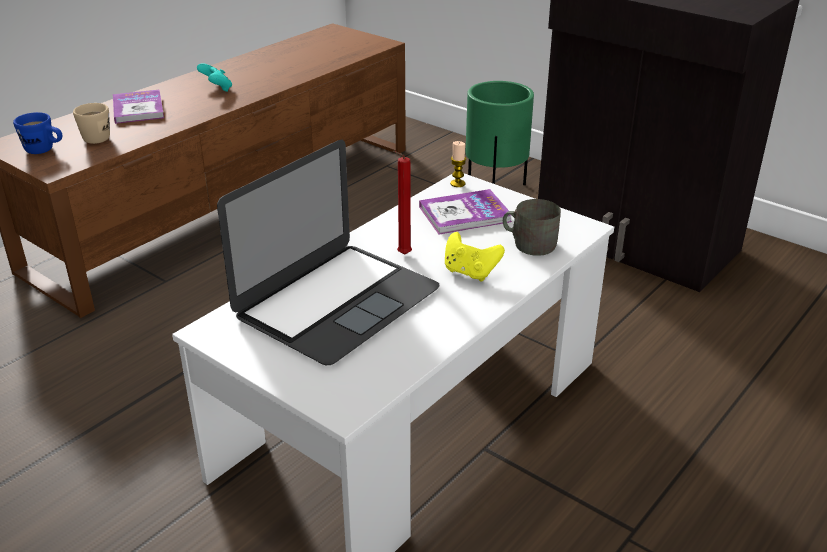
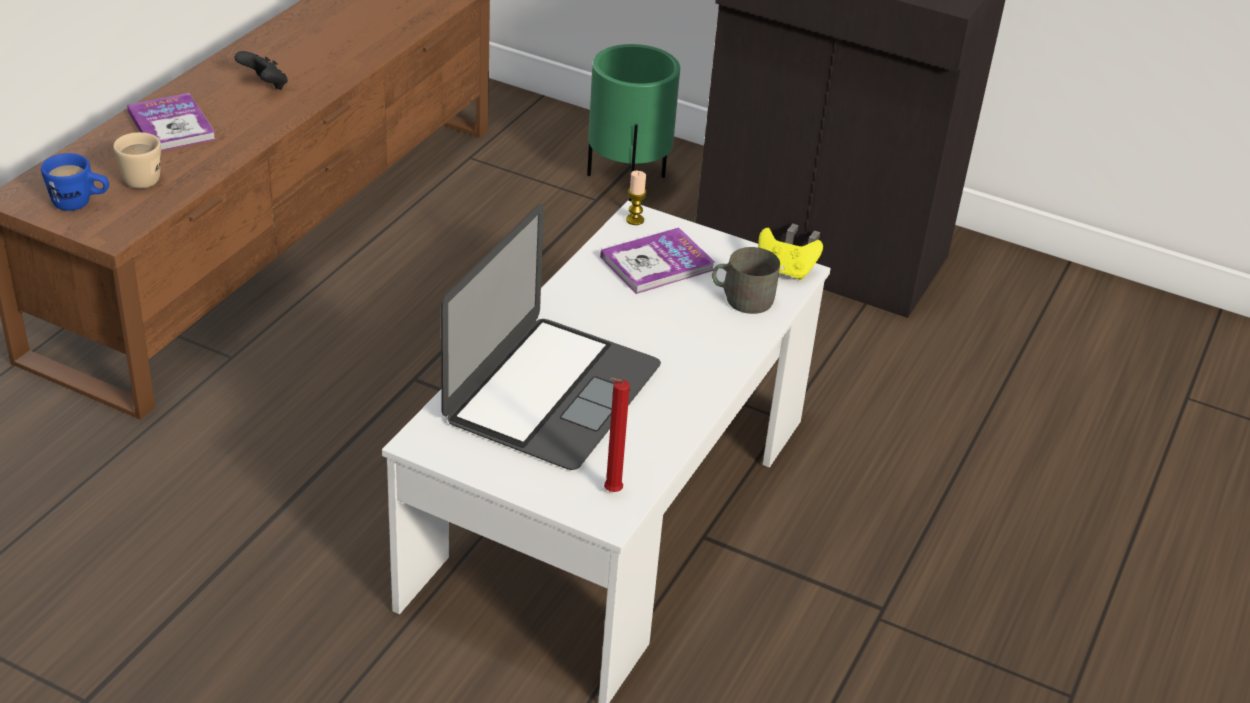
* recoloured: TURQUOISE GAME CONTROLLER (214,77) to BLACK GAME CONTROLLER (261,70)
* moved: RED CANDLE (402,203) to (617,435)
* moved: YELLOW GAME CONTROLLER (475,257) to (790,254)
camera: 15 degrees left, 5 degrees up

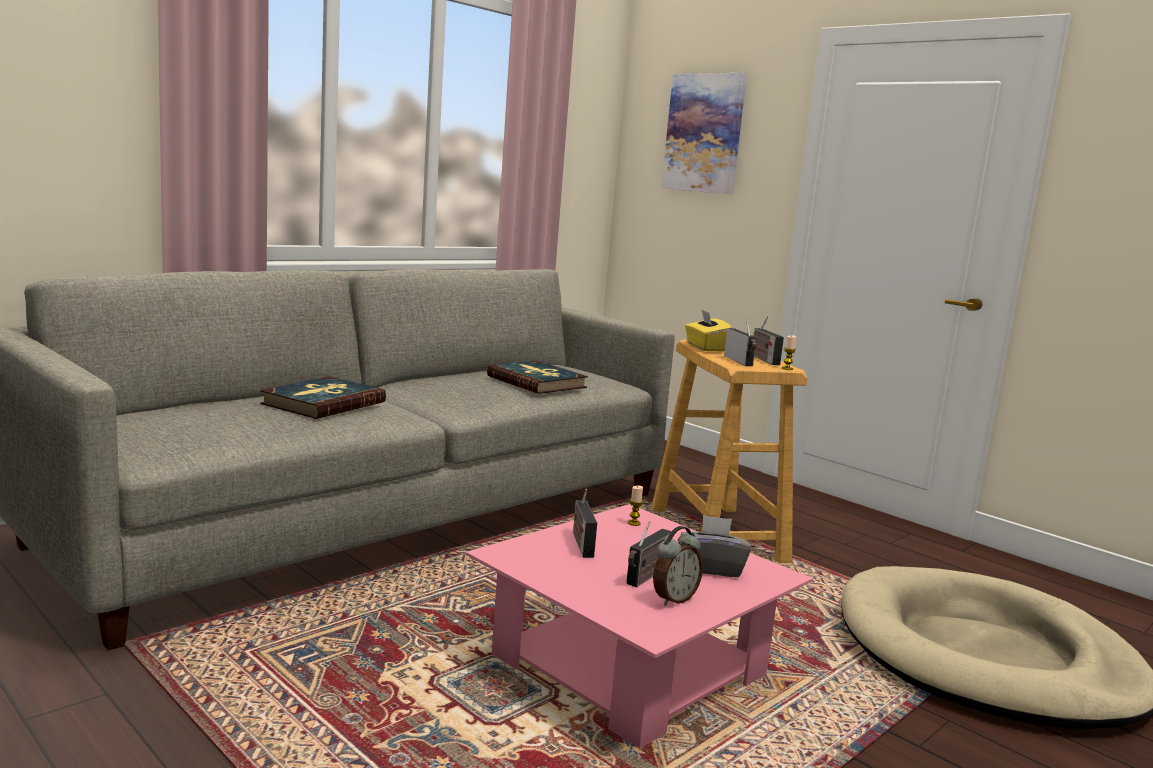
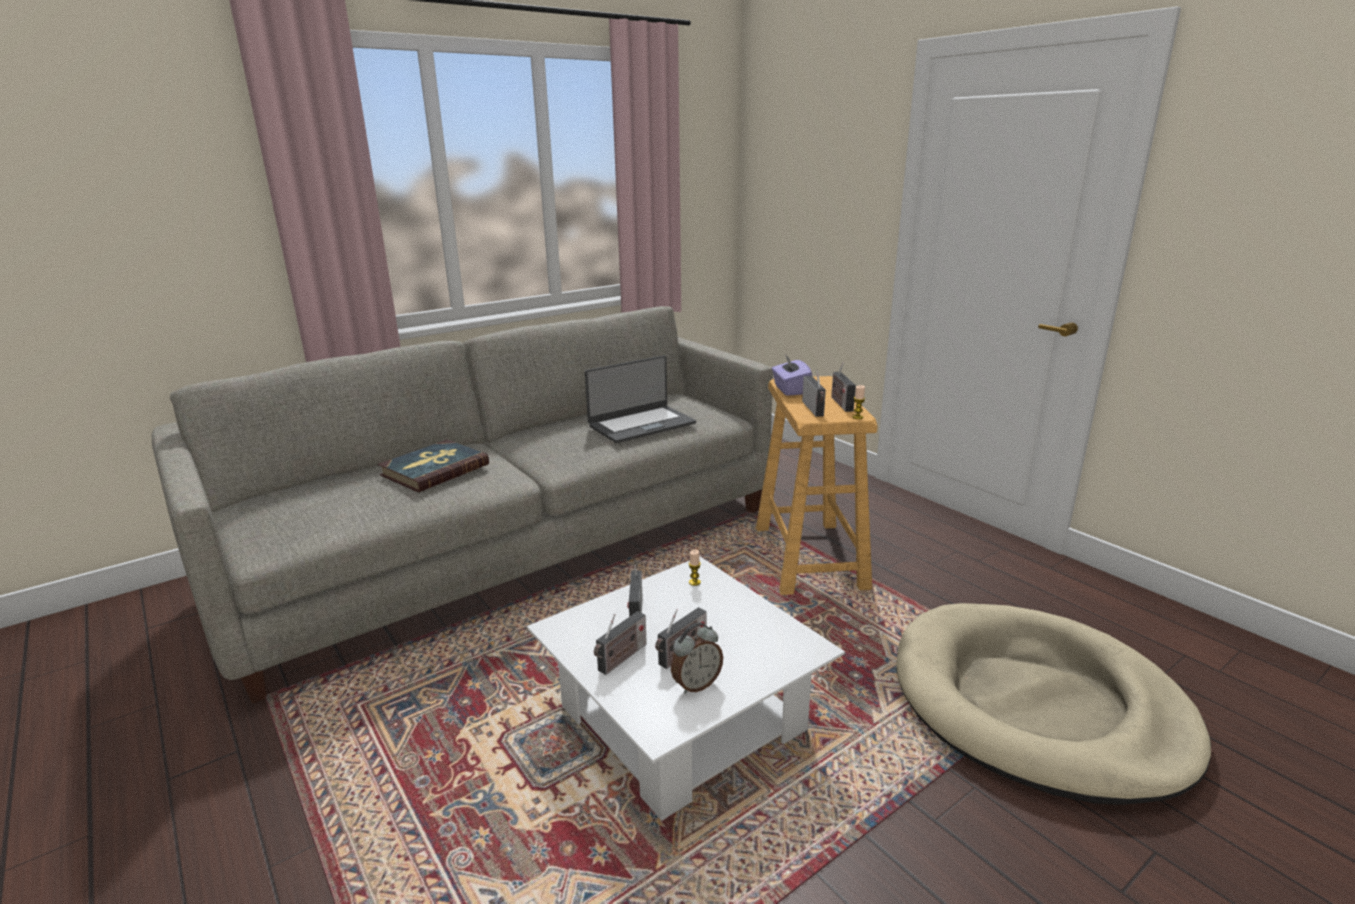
* recoloured: PINK COFFEE TABLE (639,626) to WHITE COFFEE TABLE (686,689)
* replaced: BOOK (537,377) to LAPTOP (640,399)
* removed: PICTURE (704,134)
* removed: GREY TISSUE BOX (716,546)
* recoloured: YELLOW TISSUE BOX (708,330) to PURPLE TISSUE BOX (792,375)
* added: RADIO (620,643)
camera: 10 degrees right, 10 degrees up

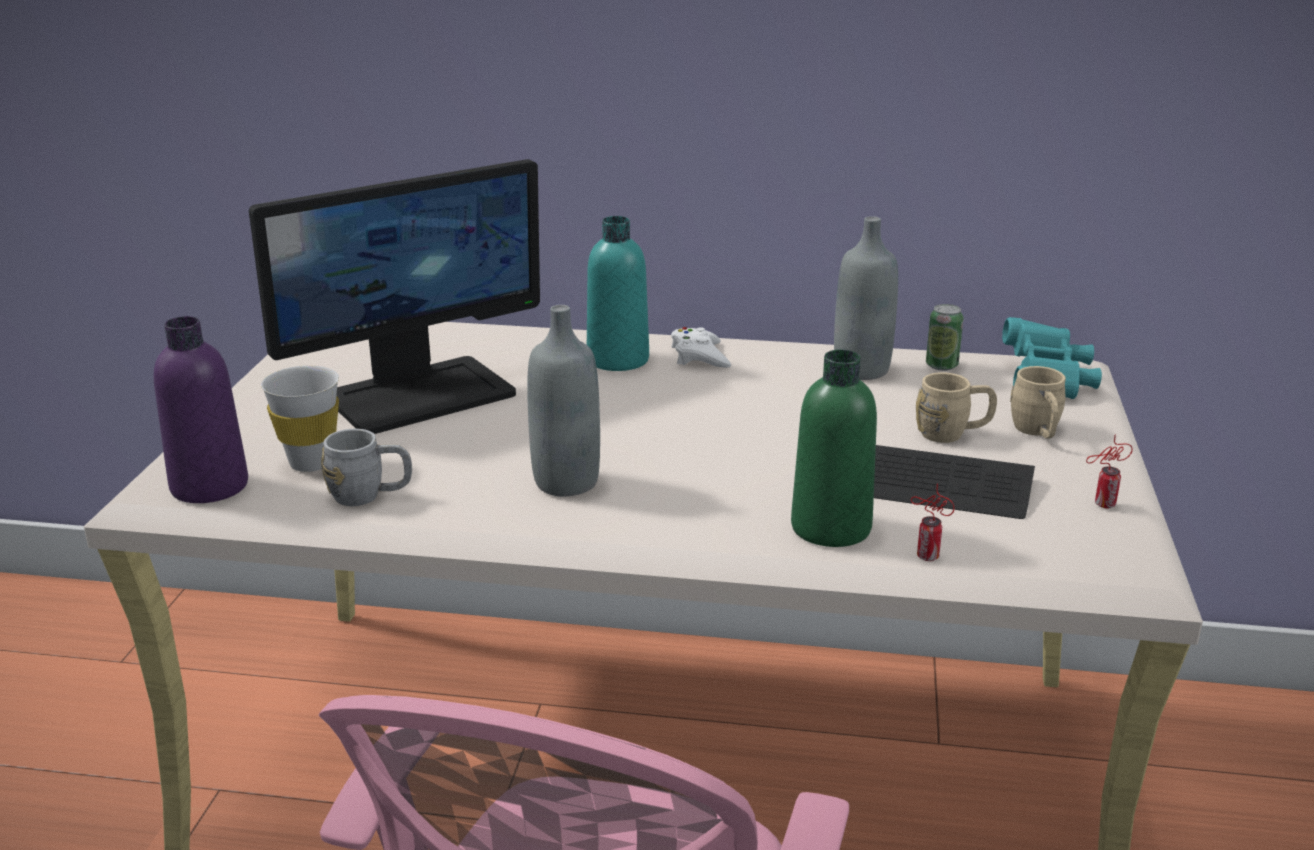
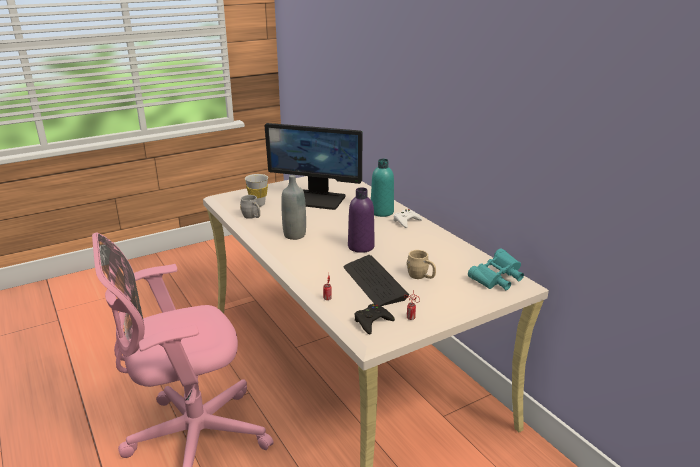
* moved: PURPLE BOTTLE (201,409) to (361,220)
* removed: GREEN BOTTLE (834,448)
* removed: GREY BOTTLE (866,298)
* removed: CAN (945,337)
* removed: BEIGE MUG (1038,402)
* added: BLACK GAME CONTROLLER (374,319)
camera: 50 degrees right, 0 degrees up

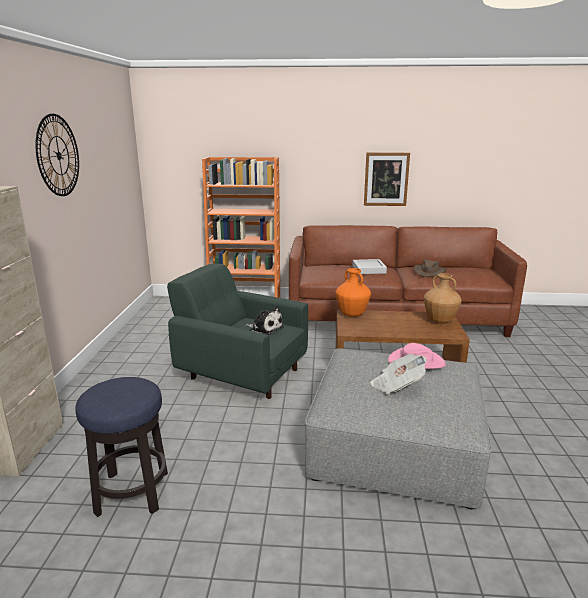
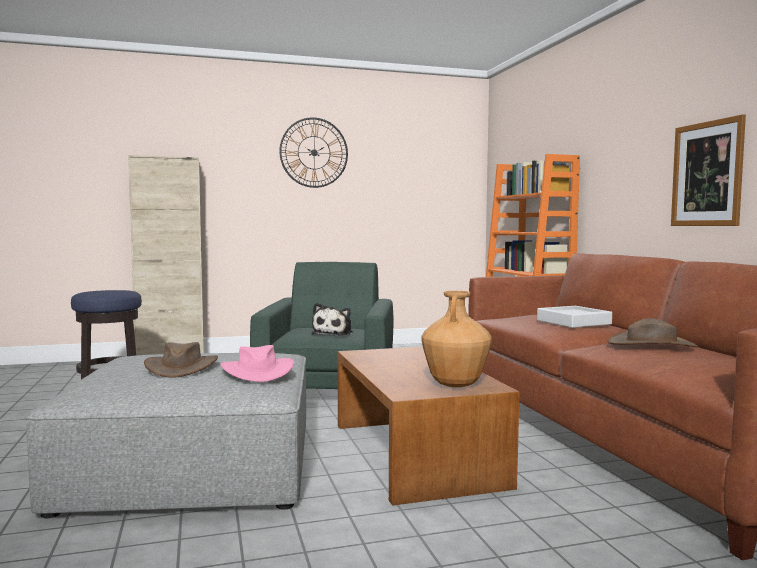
* removed: ORANGE VASE (353,292)
* replaced: NEWSPAPER (398,374) to BROWN HAT (181,360)
camera: 70 degrees right, 15 degrees down

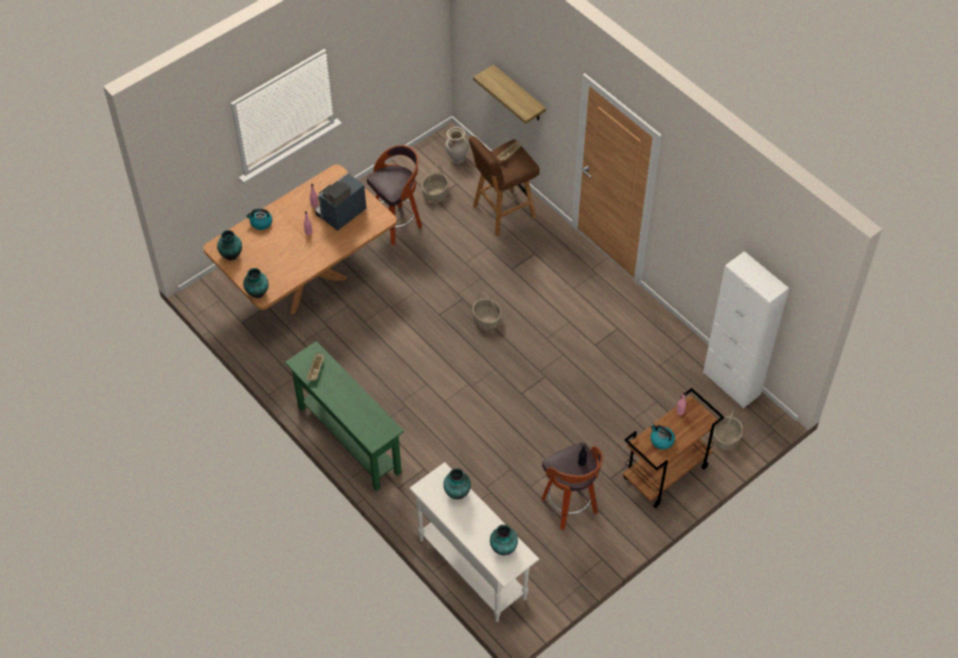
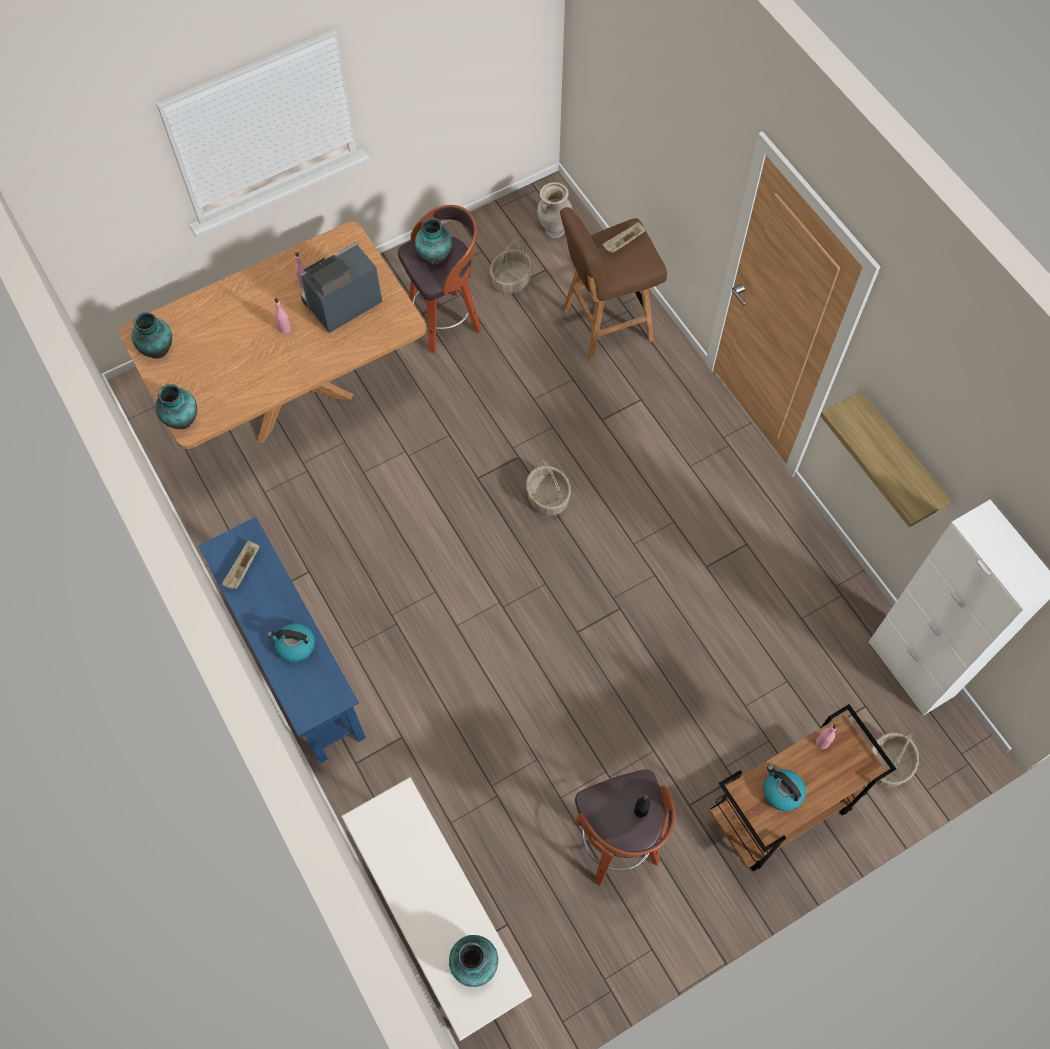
* moved: KETTLE (259,219) to (291,642)
* recoloured: GREEN CONSOLE TABLE (344,416) to BLUE CONSOLE TABLE (282,640)
* moved: VASE (457,483) to (433,241)
* moved: SHELF (509,94) to (885,459)
camera: 10 degrees right, 10 degrees up

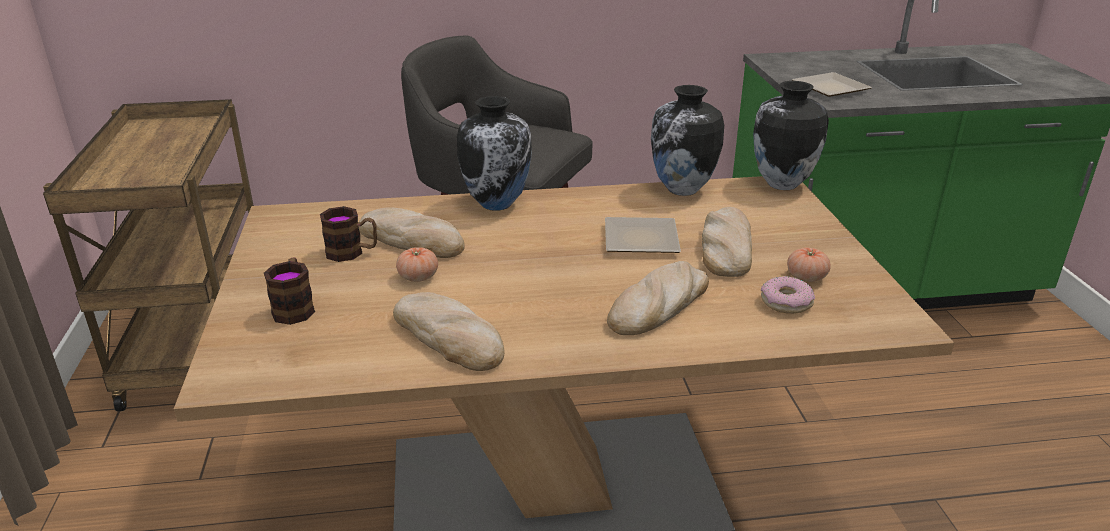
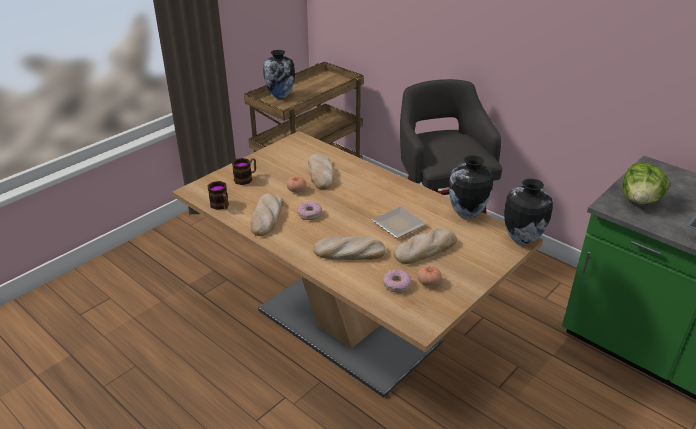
* moved: MUG (348,234) to (218,195)
* moved: VASE (494,153) to (279,74)
* replaced: PLATE (832,84) to LETTUCE (645,183)
* added: DONUT (309,211)
camera: 50 degrees right, 5 degrees up

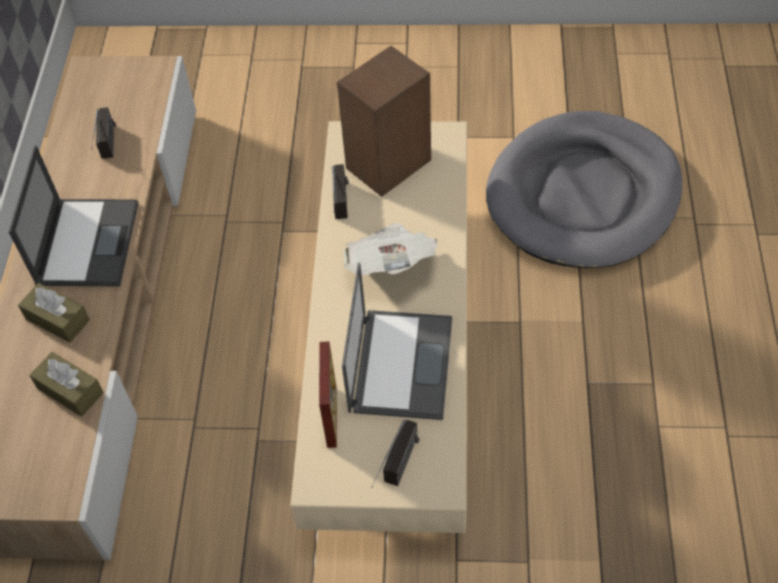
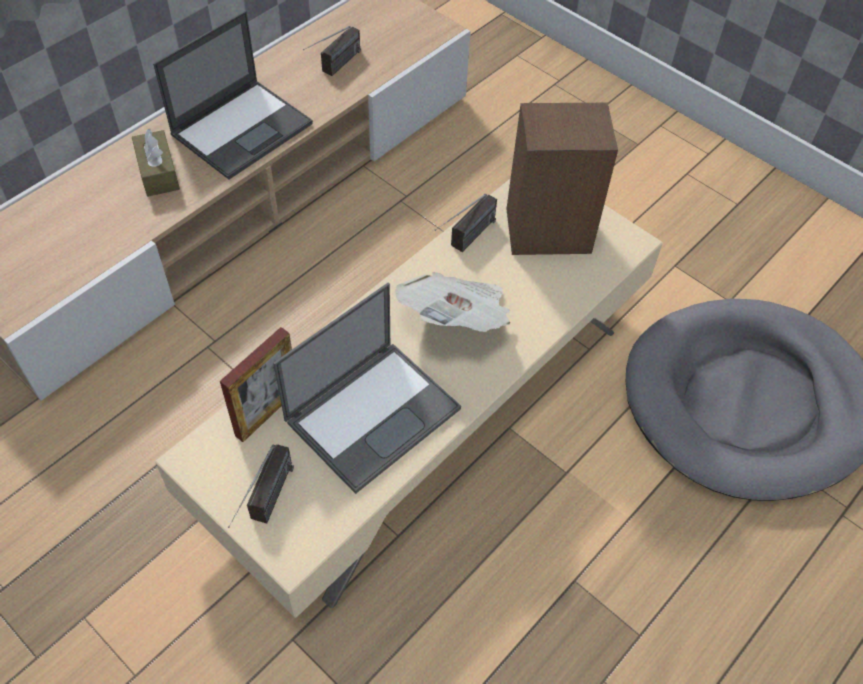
* removed: BROWN TISSUE BOX (66,384)
* turned: RADIO (395,454) = (261,486) 45 degrees counterclockwise
camera: 35 degrees right, 0 degrees up

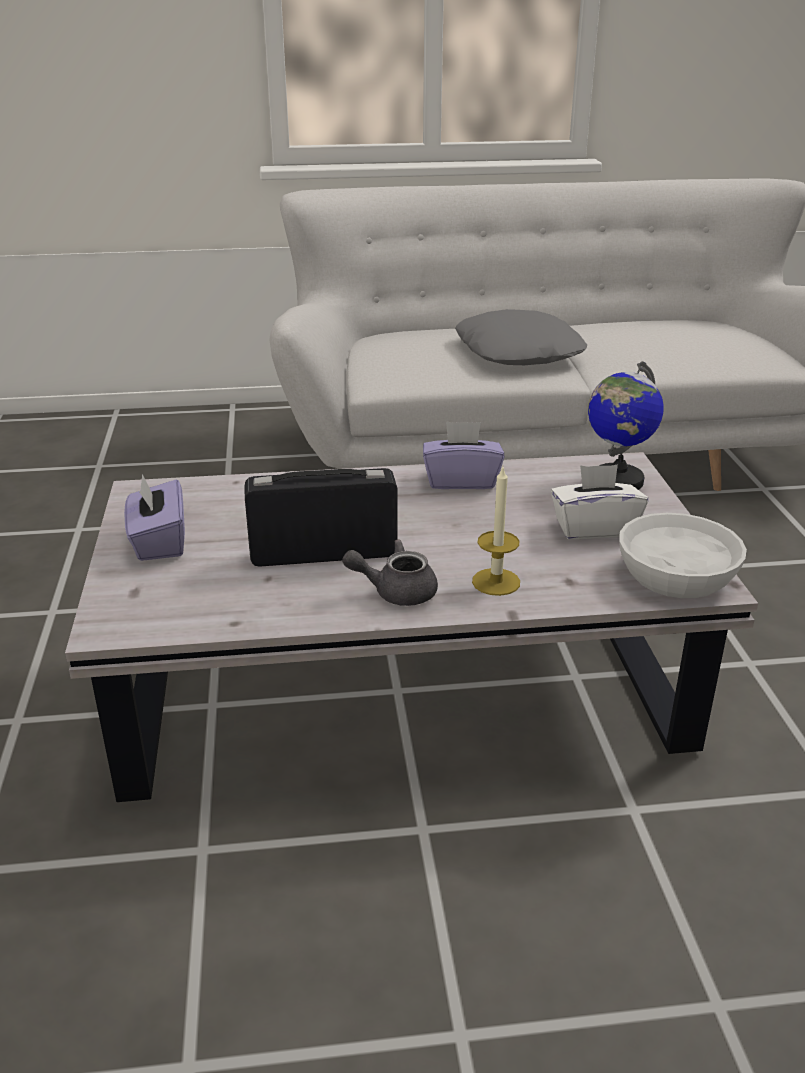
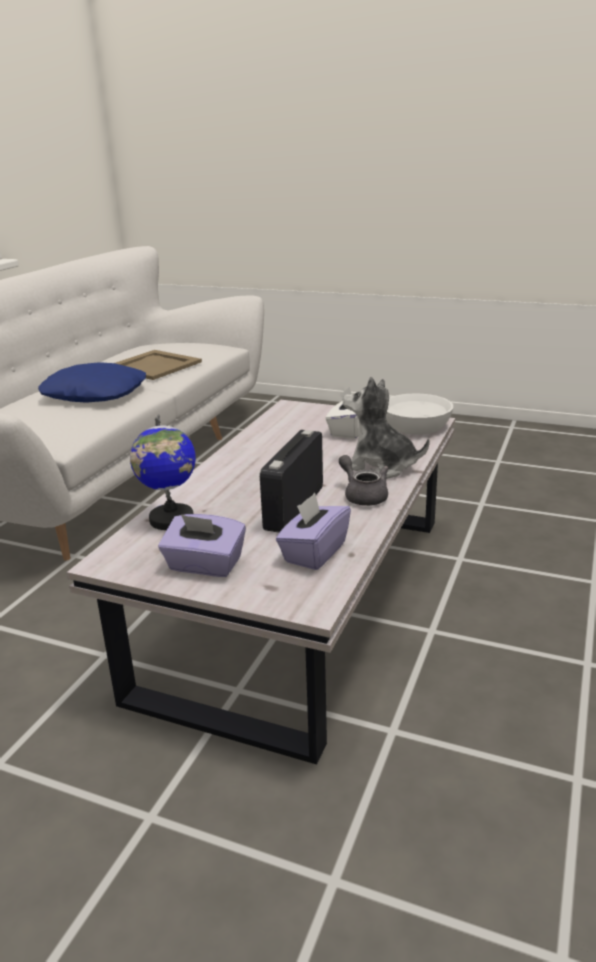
* turned: GREY TEAPOT (390,572) = (363,480) 120 degrees clockwise
* moved: PURPLE TISSUE BOX (463,455) to (313,531)
* recoloured: GREY PILLOW (521,337) to BLUE PILLOW (92,382)
* replaced: CANDLE (496,531) to PLUSH TOY (386,427)
* moved: GLOBE (626,425) to (163,472)
* added: BEIGE TRAY (158,365)
camera: 60 degrees left, 5 degrees down

